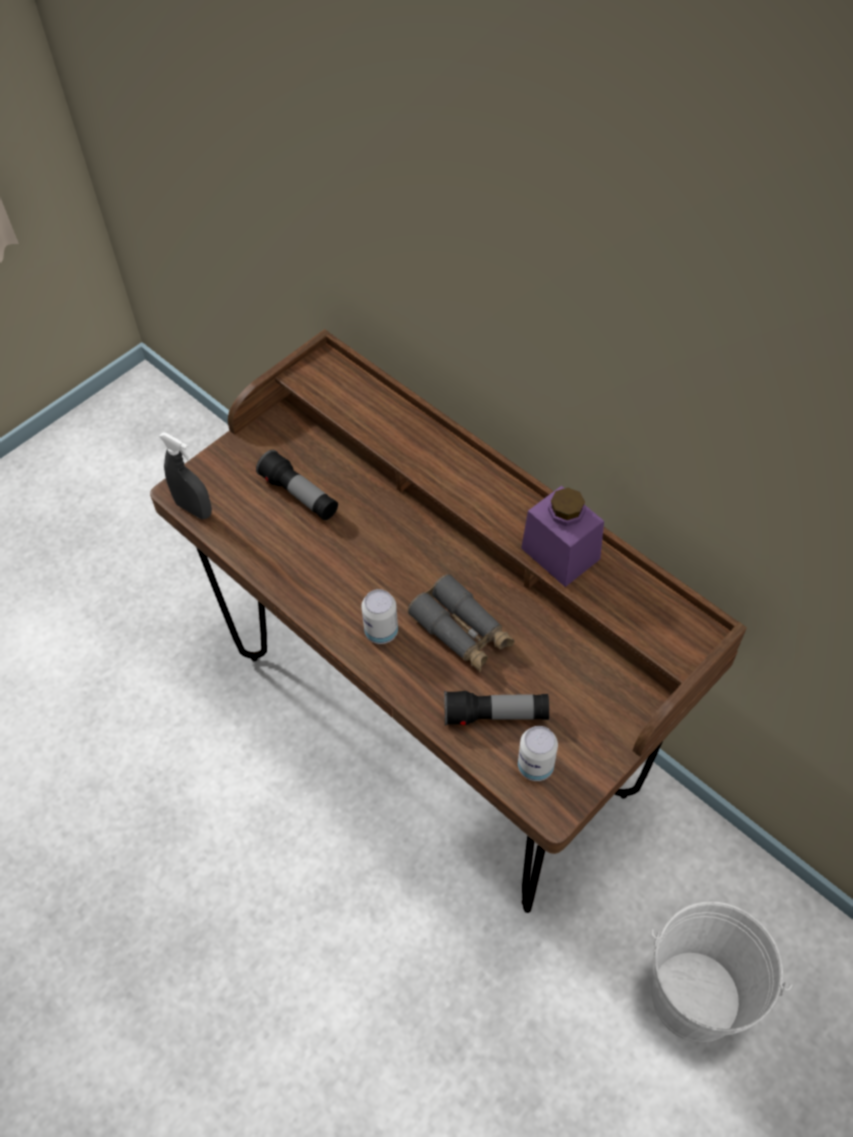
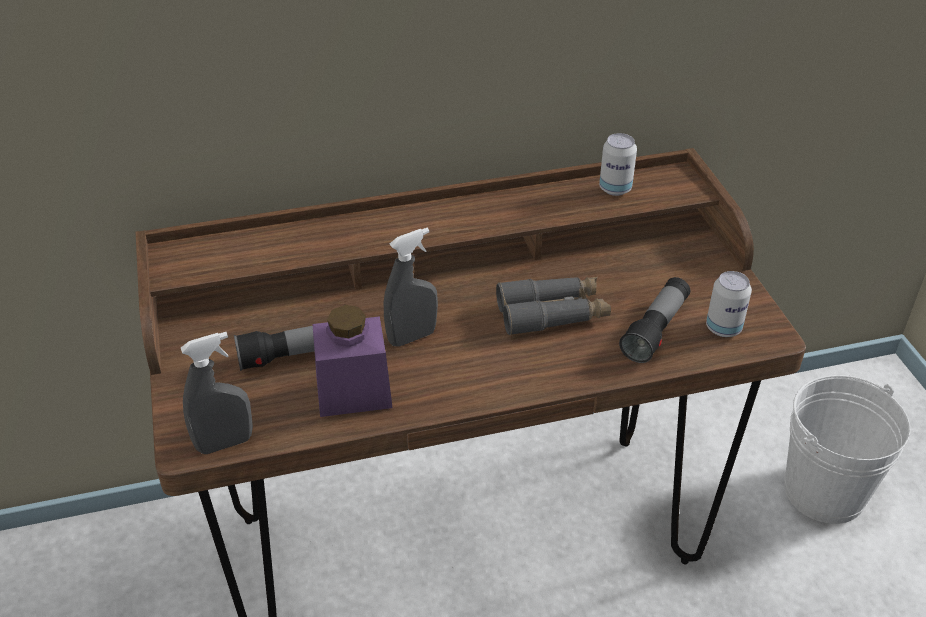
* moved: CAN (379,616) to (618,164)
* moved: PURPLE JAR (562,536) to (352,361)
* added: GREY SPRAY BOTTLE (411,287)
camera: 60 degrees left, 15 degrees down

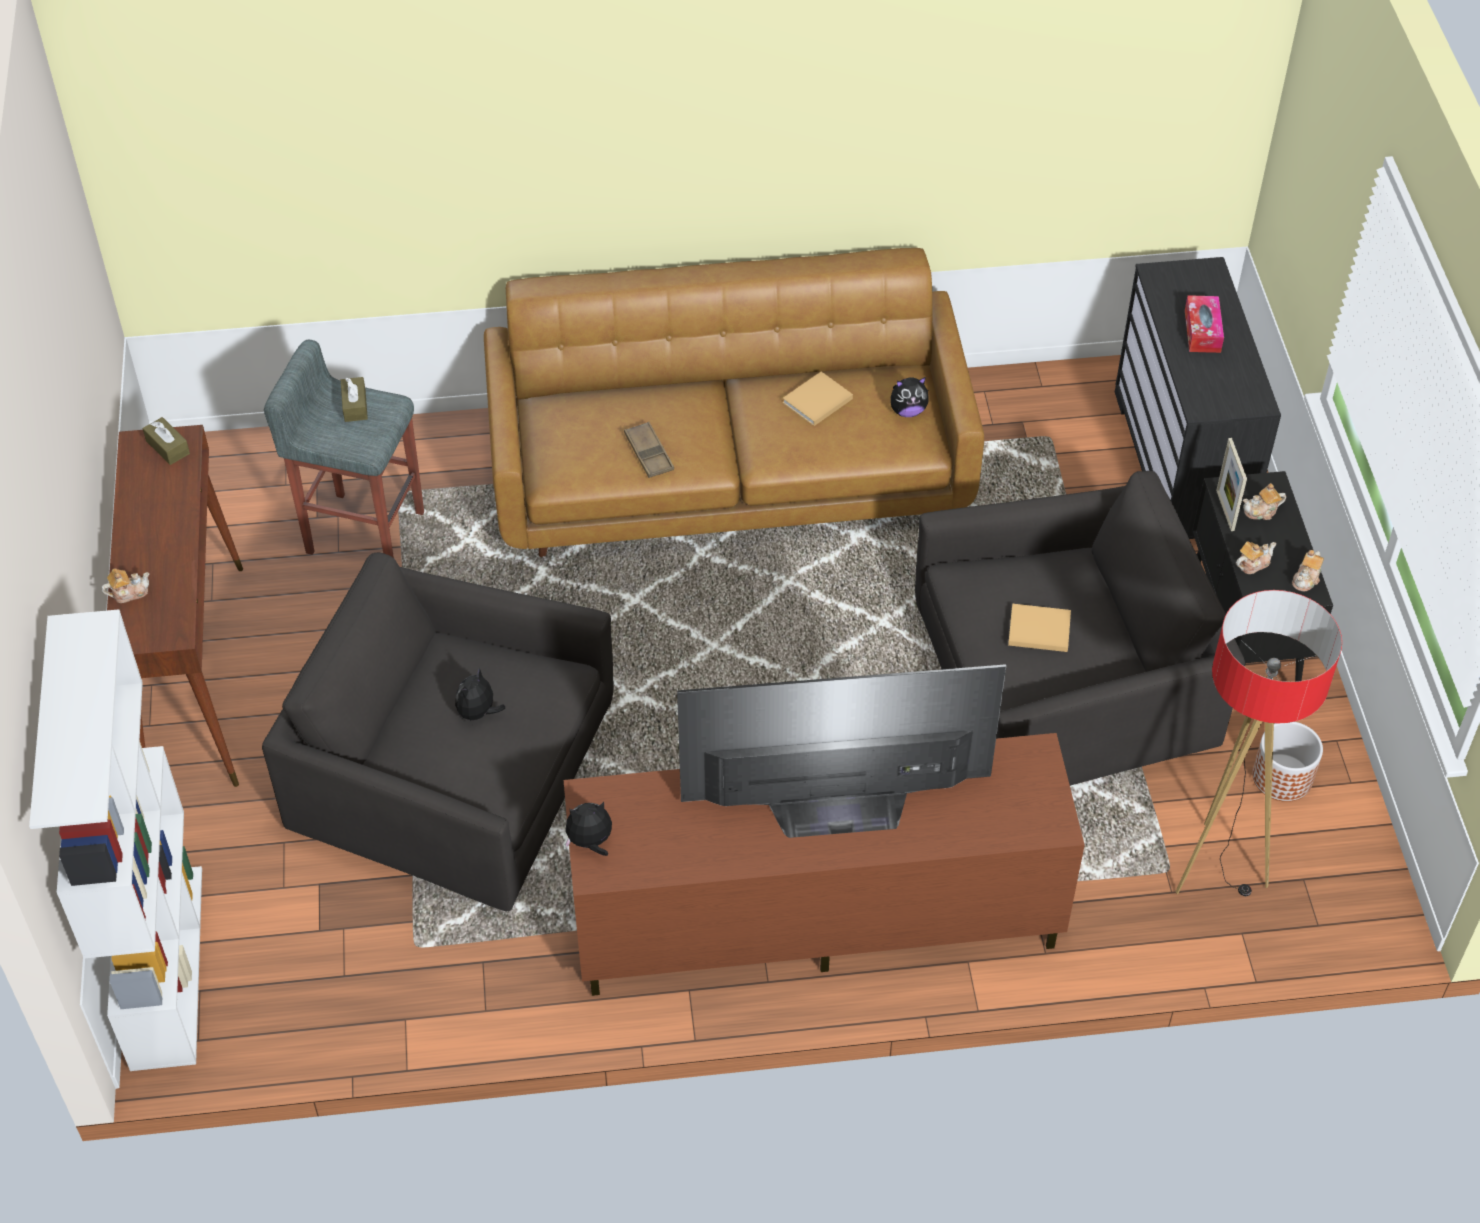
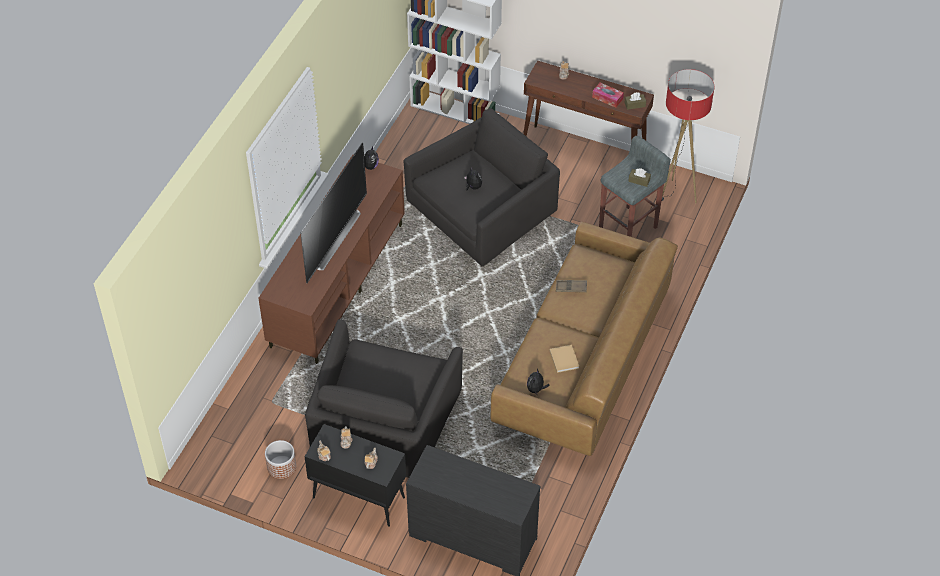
* removed: BEIGE BOOK (1039,628)
* moved: FLOOR LAMP (1258,743) to (688,136)
* moved: TISSUE BOX (1204,324) to (608,95)
* removed: PICTURE FRAME (1231,484)
camera: 120 degrees right, 0 degrees up

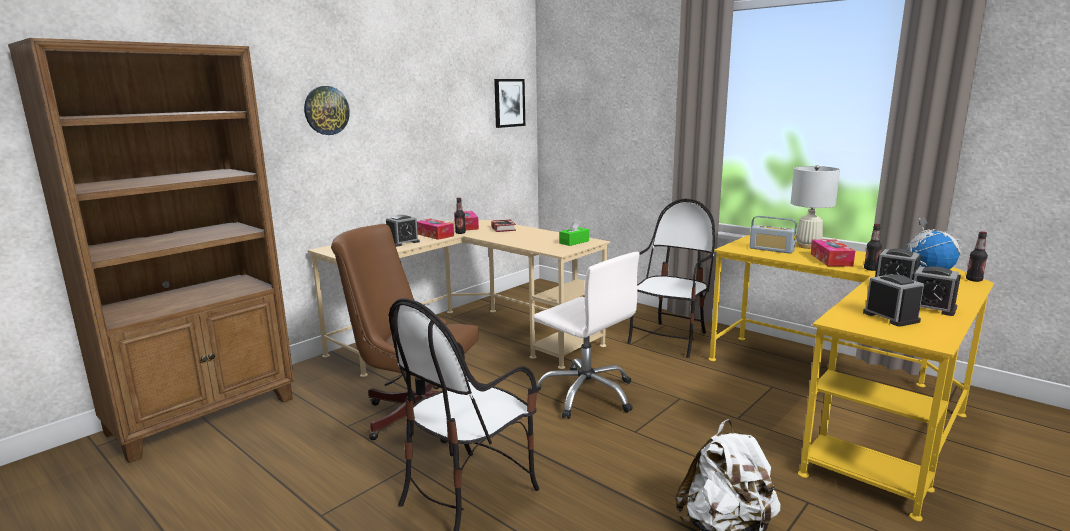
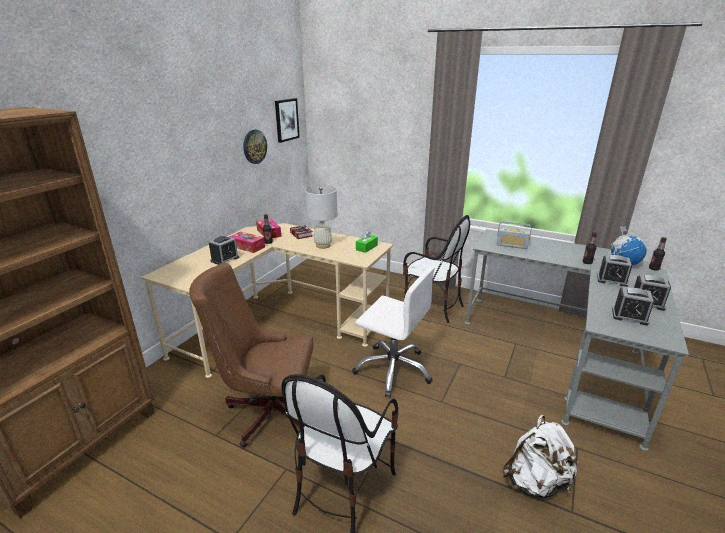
* moved: WALL CLOCK (327,110) to (255,147)
* turned: CHAIR (671,278) = (436,269) 105 degrees clockwise
* recoloured: YELLOW DESK (851,378) to GREY DESK (577,340)
* moved: WHITE TABLE LAMP (815,207) to (321,217)
* removed: TISSUE BOX (833,253)
* turned: ALARM CLOCK (893,300) = (633,306) 150 degrees clockwise
camera: 15 degrees left, 10 degrees up

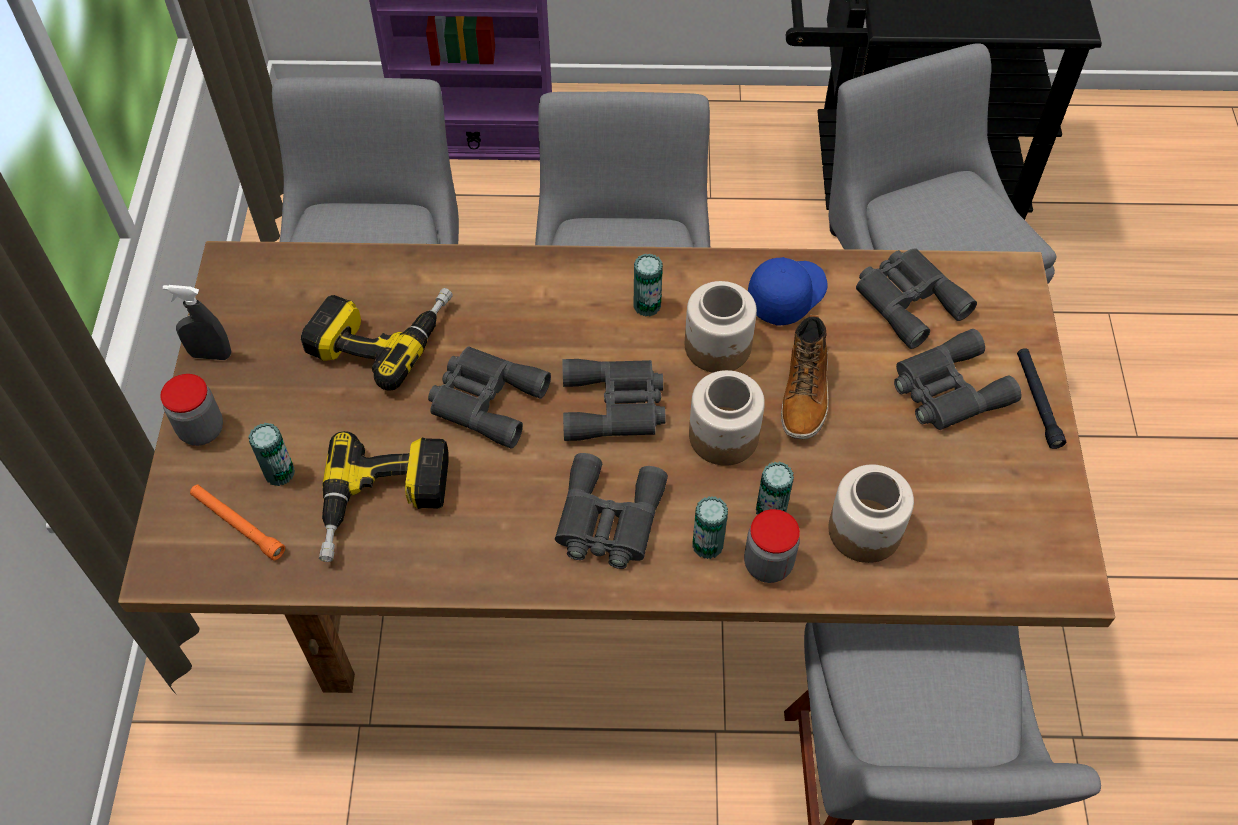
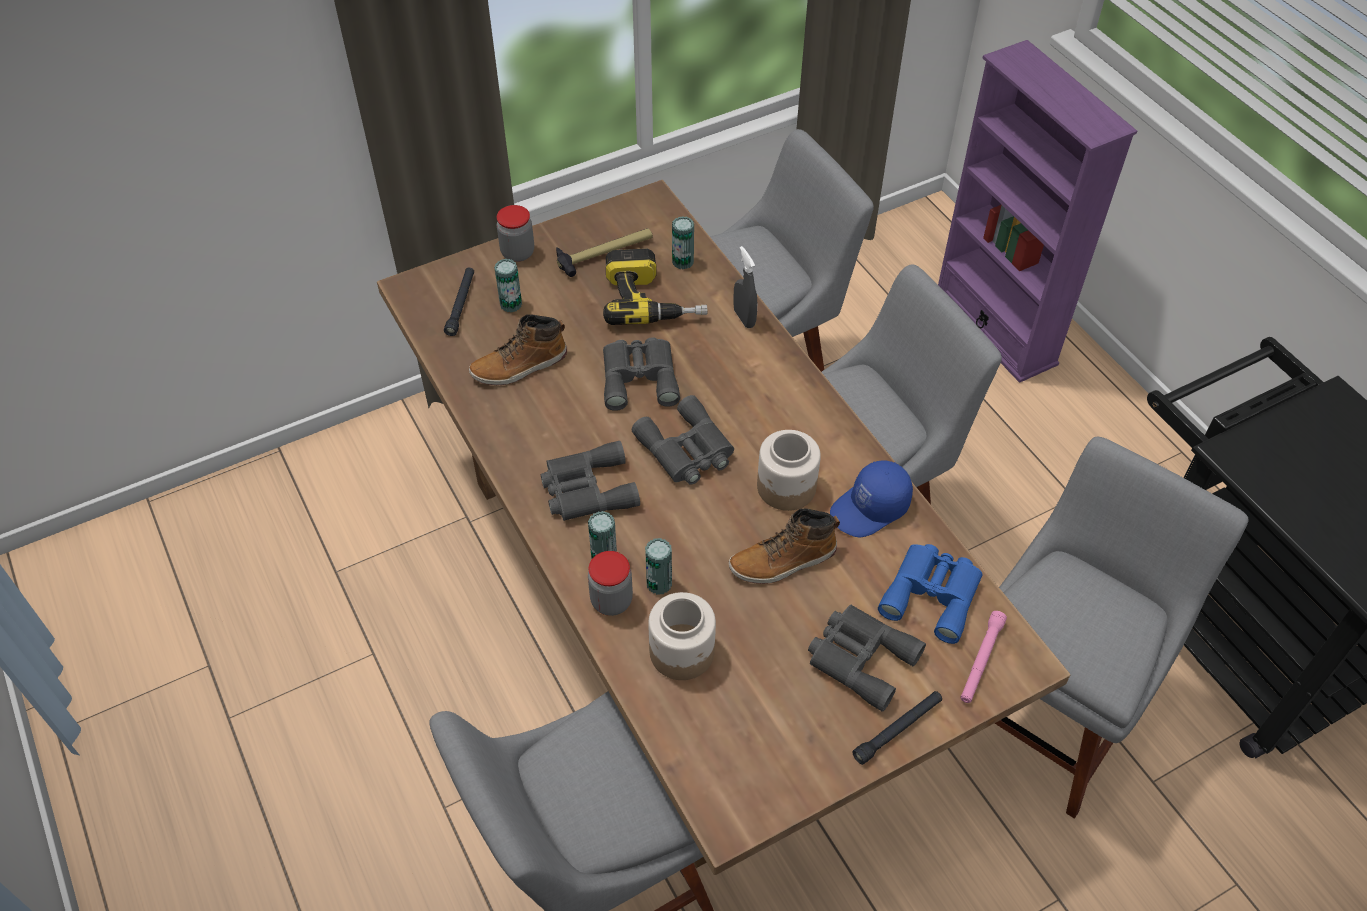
* moved: GREY SPRAY BOTTLE (197,322) to (745,287)
* recoloured: ORANGE FLASHLIGHT (237,523) to BLACK FLASHLIGHT (459,302)
* replaced: POWER DRILL (384,496) to BOOT (518,349)
* moved: CAN (648,285) to (683,243)
* removed: JAR (727,418)
* turned: BLUE CAP (788,291) = (871,499) 135 degrees clockwise
* recoloured: GREY BINOCULARS (916,298) to BLUE BINOCULARS (930,594)
* added: HAMMER (604,252)
* added: PINK FLASHLIGHT (983,657)
camera: 60 degrees right, 5 degrees down

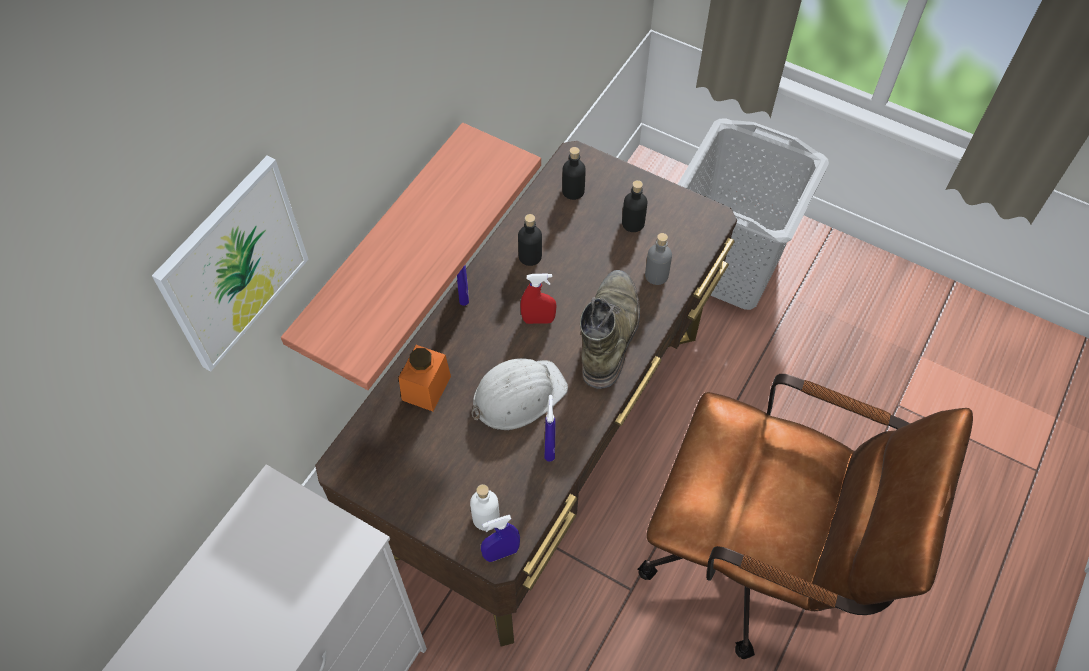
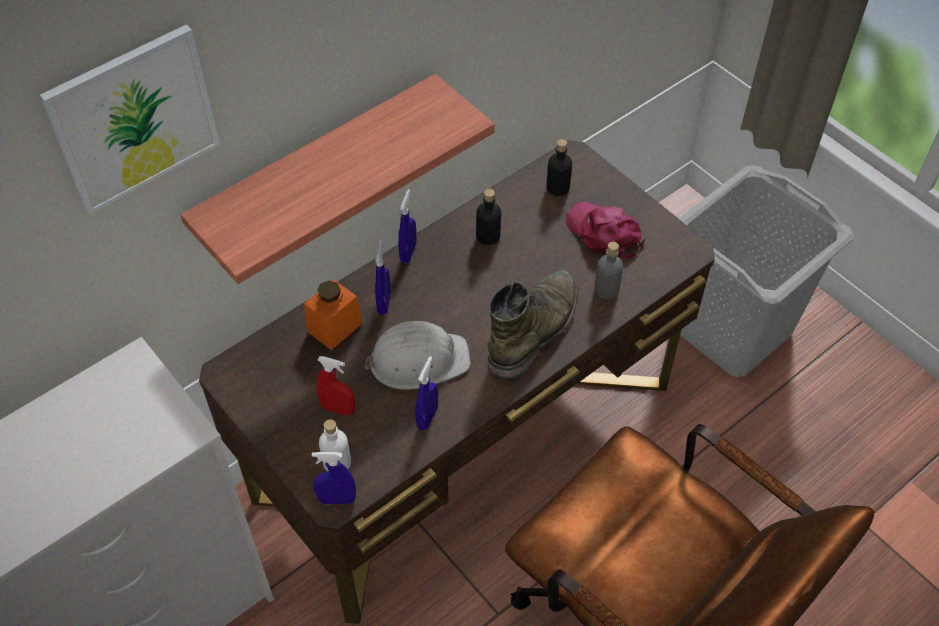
* moved: RED SPRAY BOTTLE (538,299) to (335,386)
* replaced: BLACK BOTTLE (634,206) to PINK CAP (606,230)
* added: BLUE SPRAY BOTTLE (383,277)
camera: 20 degrees right, 5 degrees down

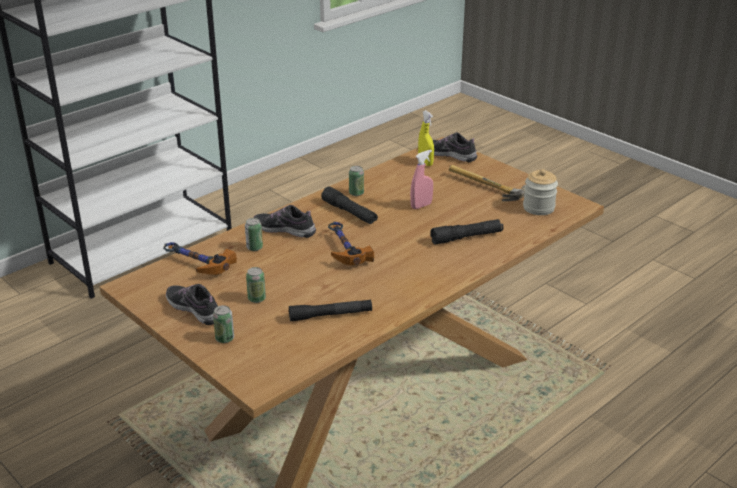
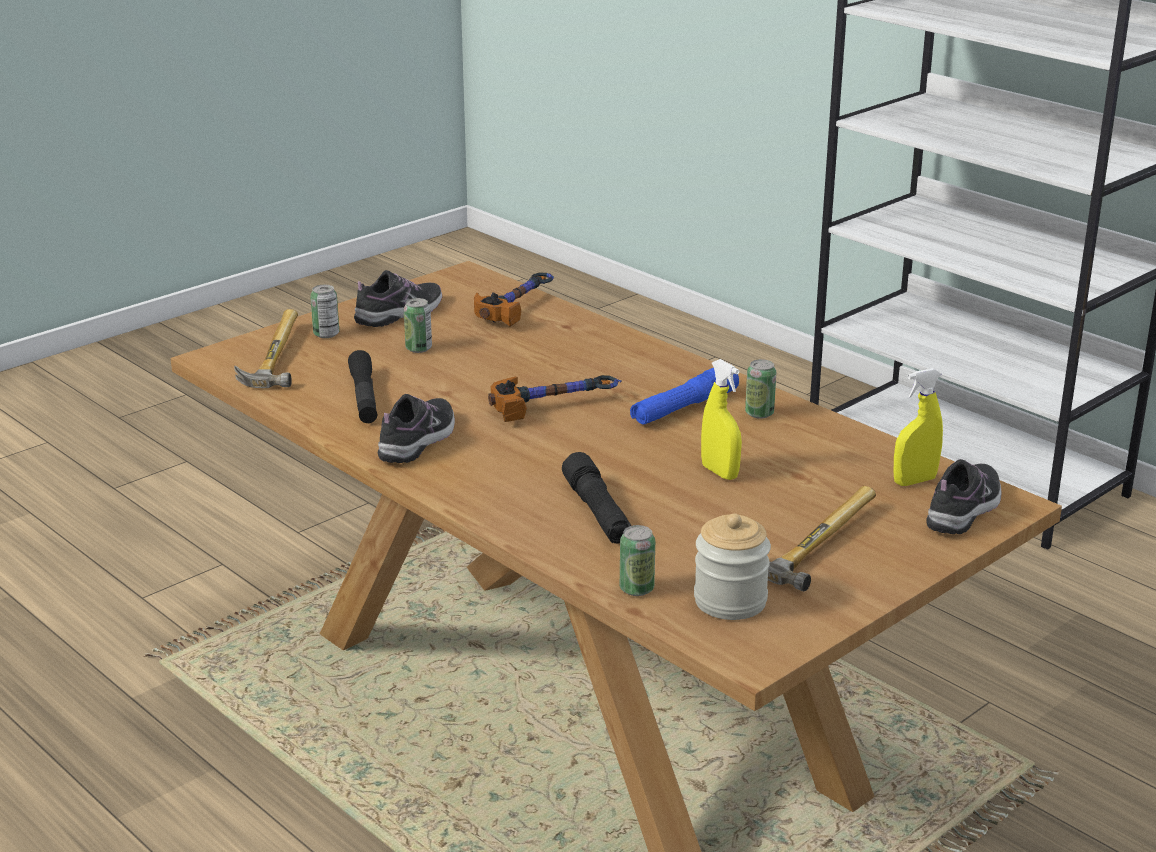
* moved: CAN (254,234) to (637,560)
* moved: SHOE (284,221) to (416,428)
* recoloured: BLACK FLASHLIGHT (349,205) to BLUE FLASHLIGHT (684,396)
* recoloured: PINK SPRAY BOTTLE (421,179) to YELLOW SPRAY BOTTLE (721,419)
* added: HAMMER (266,348)
camera: 90 degrees right, 5 degrees down

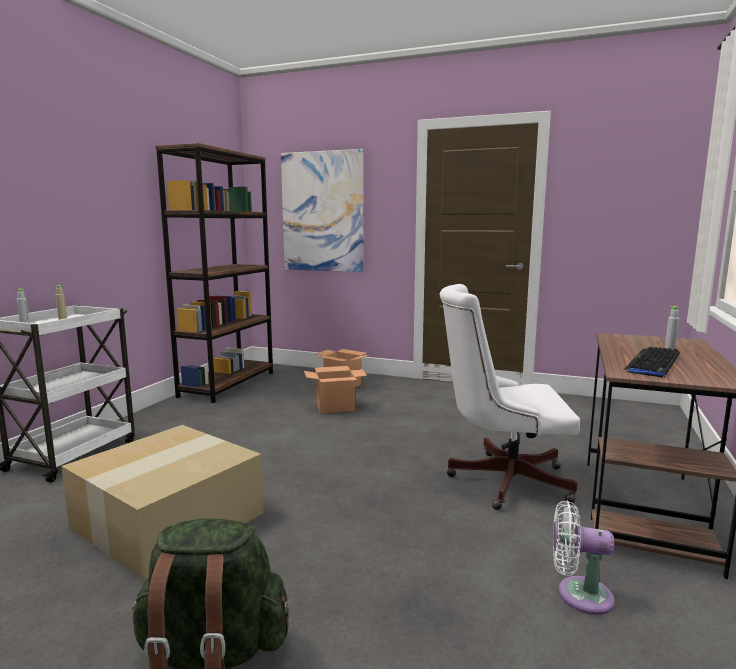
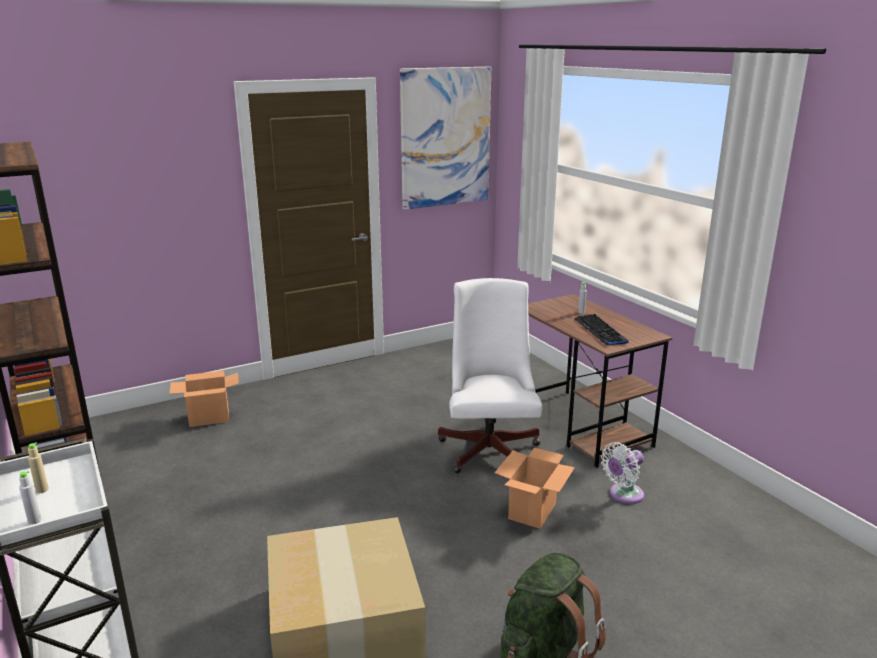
* moved: PICTURE (322,210) to (445,138)
* moved: CARDBOARD BOX (335,389) to (535,488)
* turned: WHITE OFFICE CHAIR (510,397) = (490,375) 135 degrees clockwise
camera: 50 degrees left, 10 degrees up

